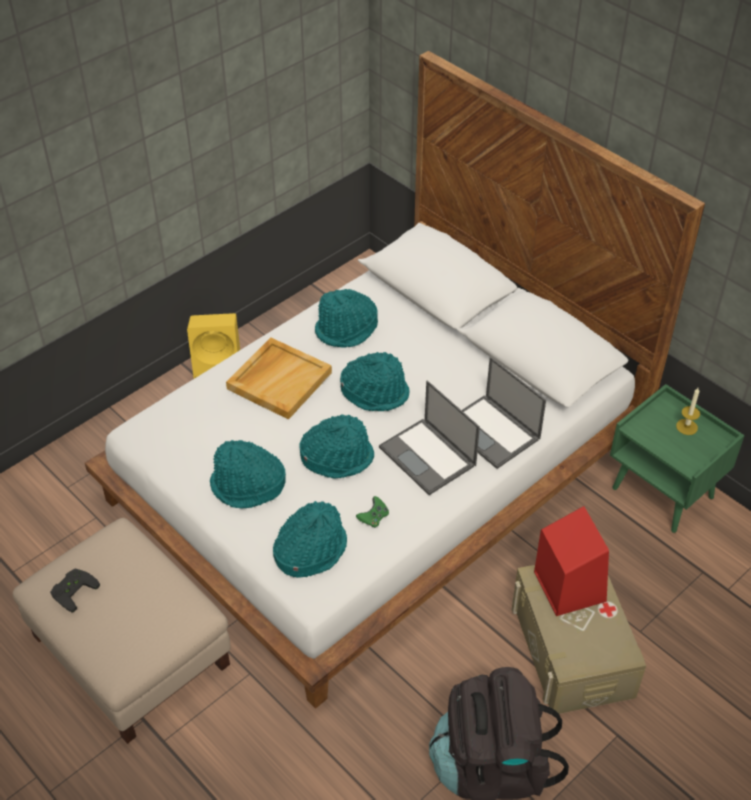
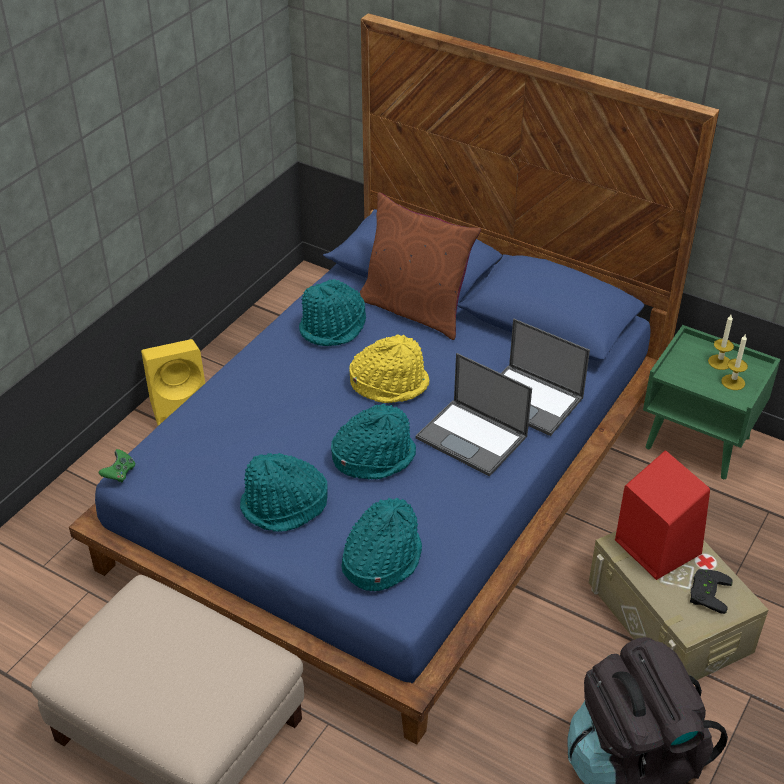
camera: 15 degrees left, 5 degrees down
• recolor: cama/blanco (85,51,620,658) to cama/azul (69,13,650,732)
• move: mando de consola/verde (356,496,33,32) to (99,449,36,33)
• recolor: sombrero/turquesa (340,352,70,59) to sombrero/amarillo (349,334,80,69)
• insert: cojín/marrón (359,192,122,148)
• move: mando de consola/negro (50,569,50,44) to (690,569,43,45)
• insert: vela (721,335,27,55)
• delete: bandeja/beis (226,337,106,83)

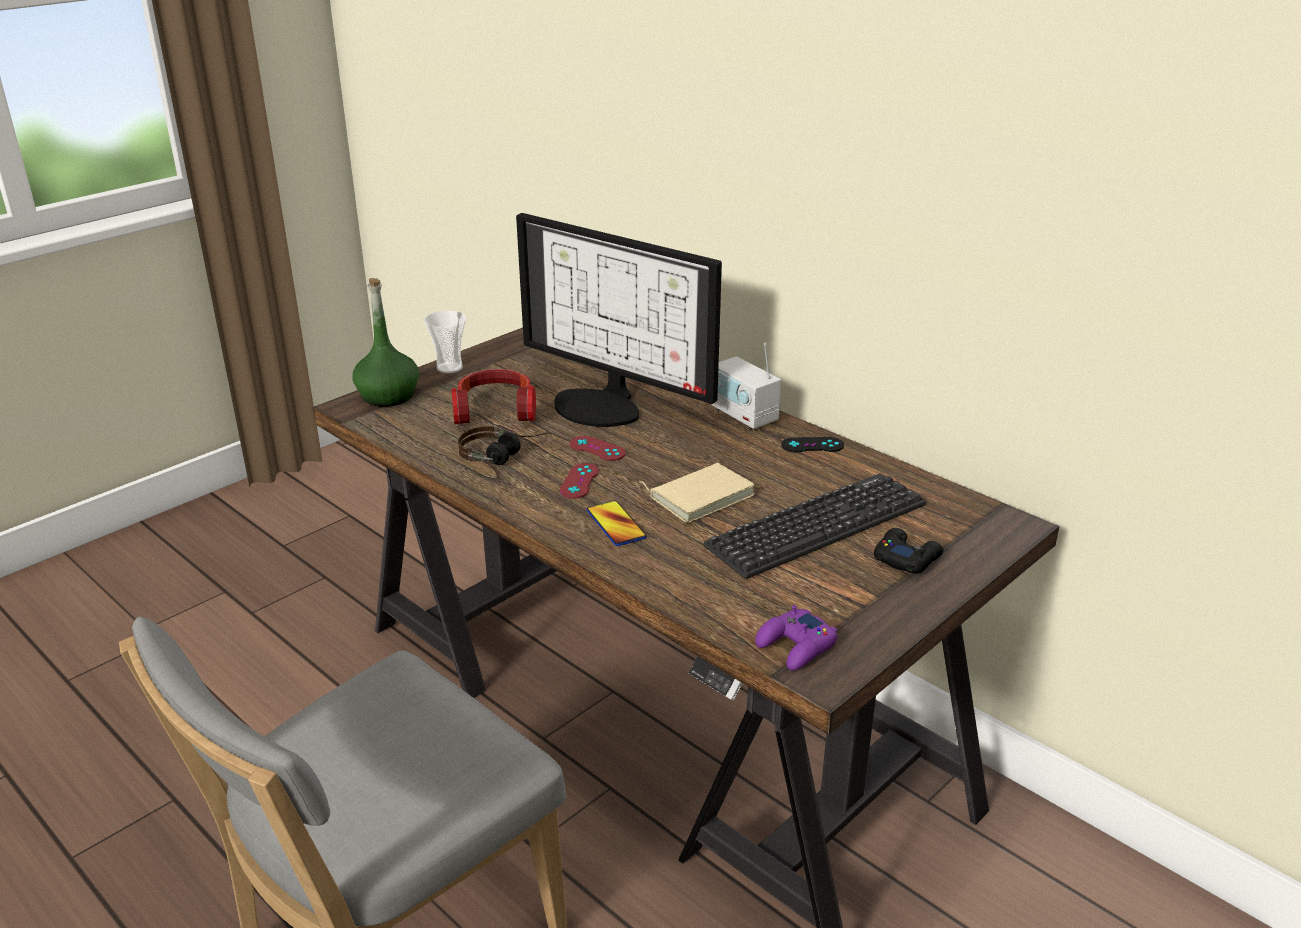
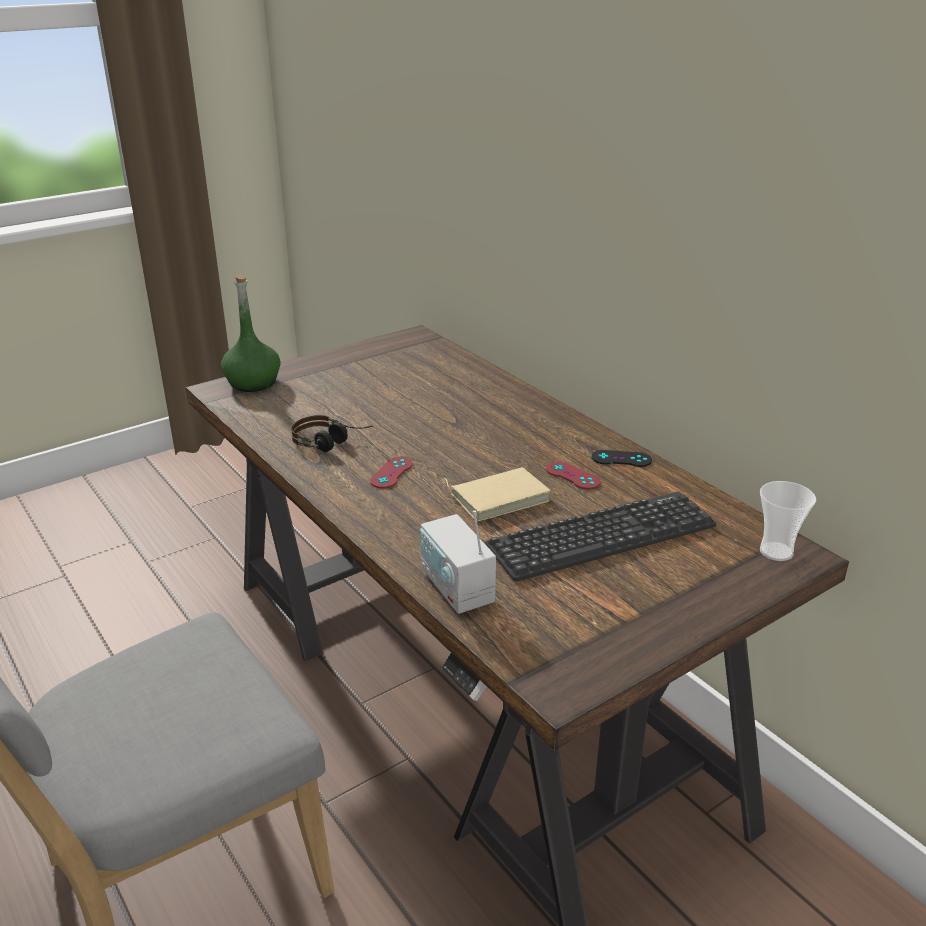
camera: 10 degrees right, 0 degrees up
• move: radio (711,343,70,86) to (420,510,76,104)
• move: mando de consola/rojo (570,436,56,25) to (546,462,55,28)
• move: taza (424,310,42,63) to (760,481,56,80)
• delete: auriculares (451,369,85,55)
• delete: monitor (516,213,206,214)
• delete: móvil (587,500,60,46)
• delete: mando de consola/morado (755,605,82,66)
• delete: mando de consola/negro (874,528,69,46)

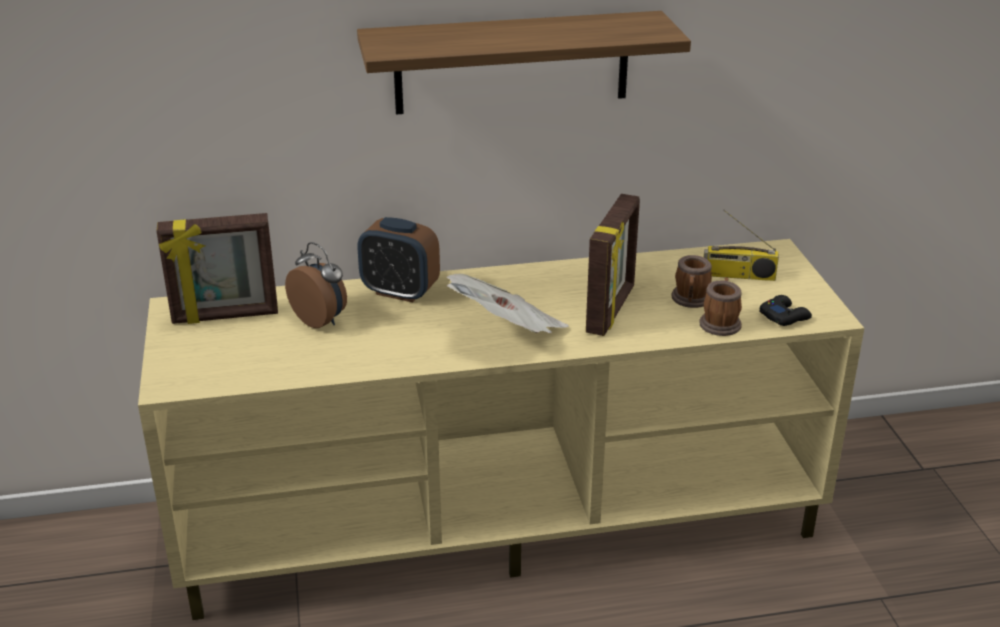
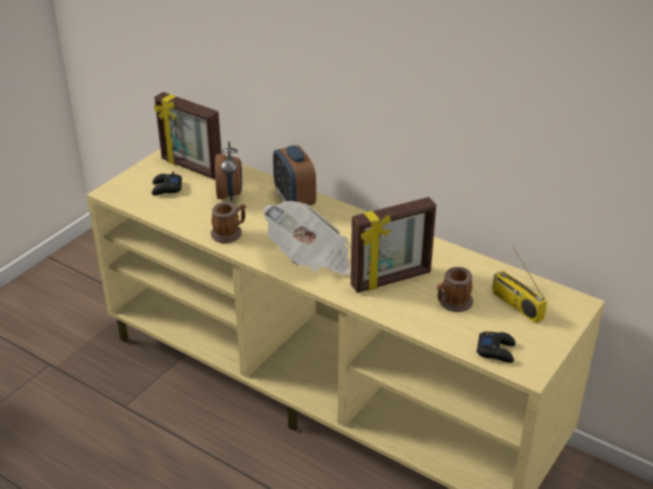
camera: 45 degrees right, 5 degrees up
• insert: mando de consola/negro (152,172,30,23)
• move: taza grande (699,278,43,58) to (211,201,35,42)
• delete: estante (357,11,334,104)

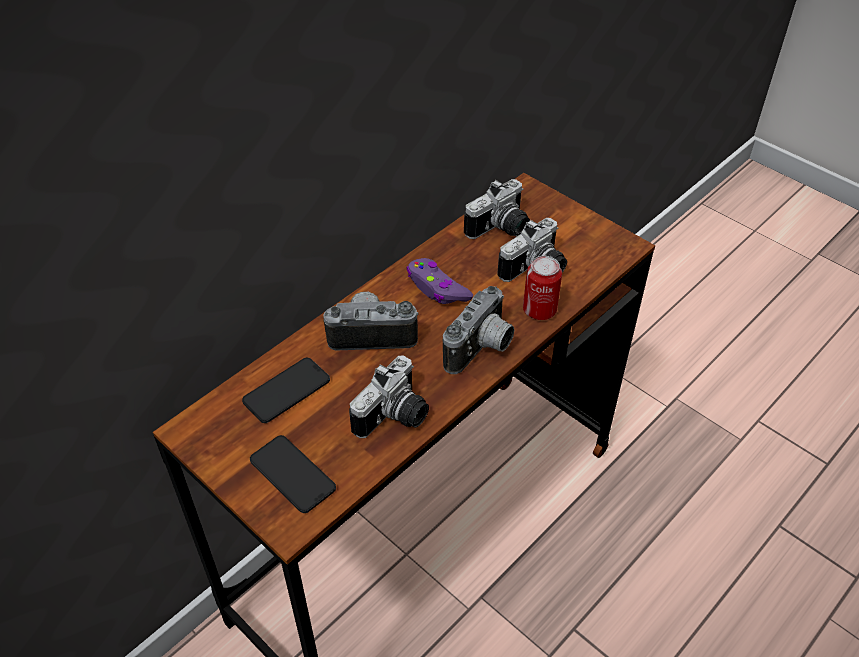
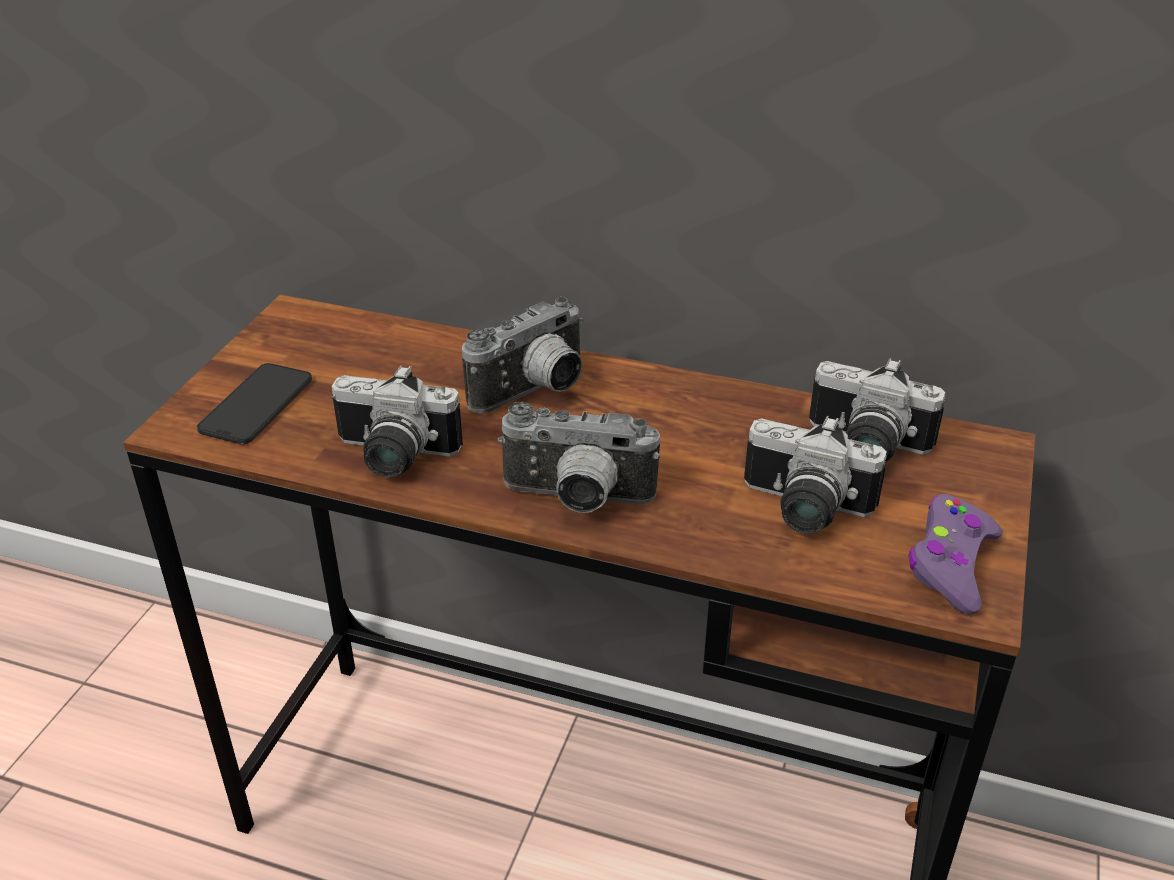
camera: 65 degrees right, 10 degrees down
• rotate: cámara (323,292,96,59) = (462,297,122,117) 75 degrees clockwise
• move: mando de consola/morado (406,258,67,46) to (908,494,95,121)
• delete: móvil (242,358,88,65)
• delete: lata (523,256,39,64)

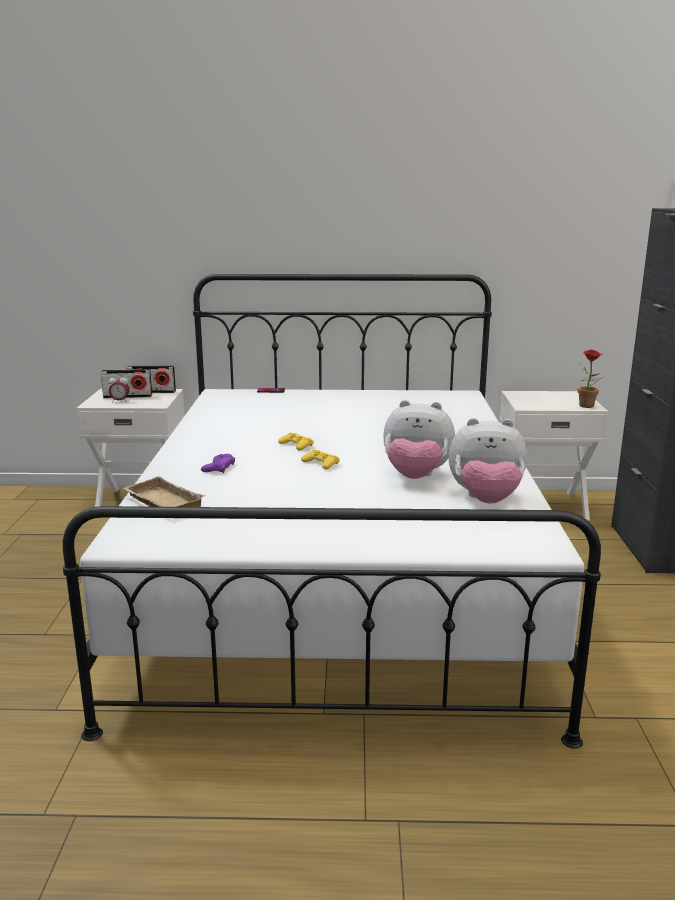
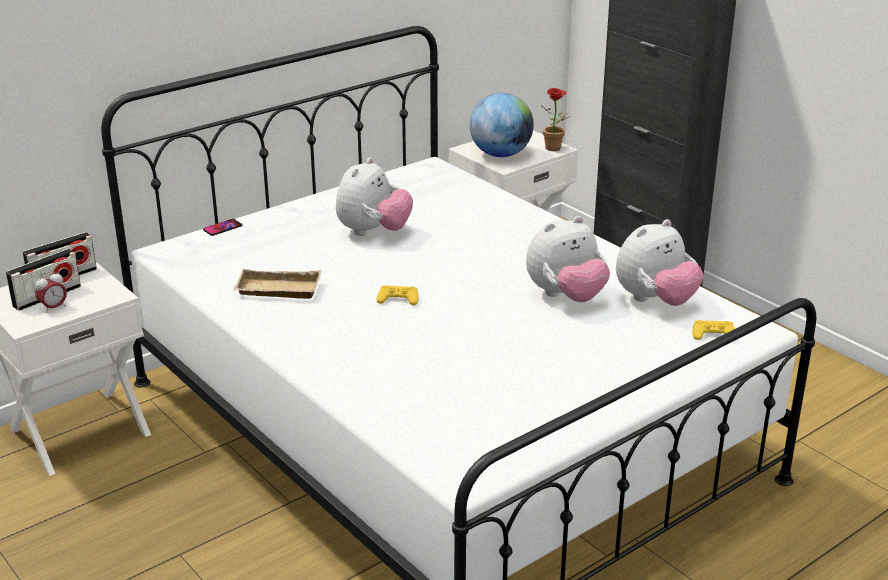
camera: 40 degrees left, 10 degrees up
• move: bandeja/beis (122,476,84,31) to (233,269,88,30)
• insert: peluche (336,157,77,79)
• insert: globo terráqueo (470,93,64,64)
• move: mando de consola/amarillo (301,450,39,19) to (693,320,42,20)
• delete: mando de consola/morado (201,454,34,19)

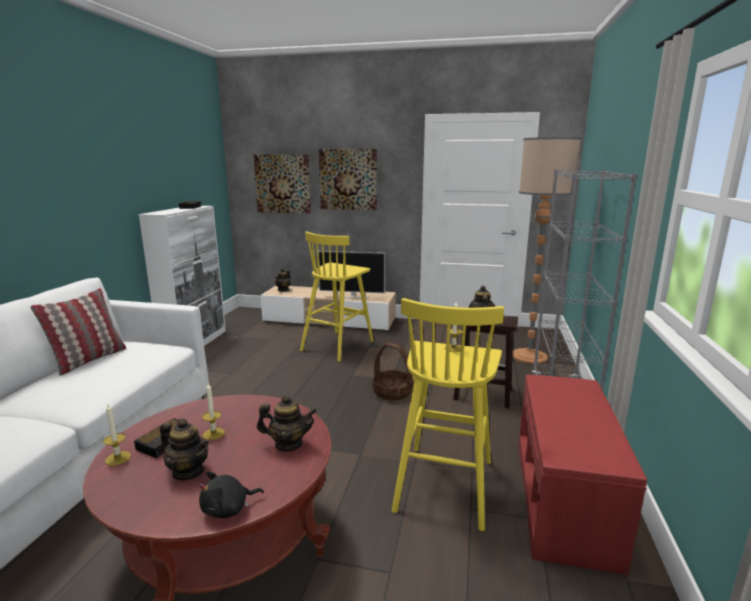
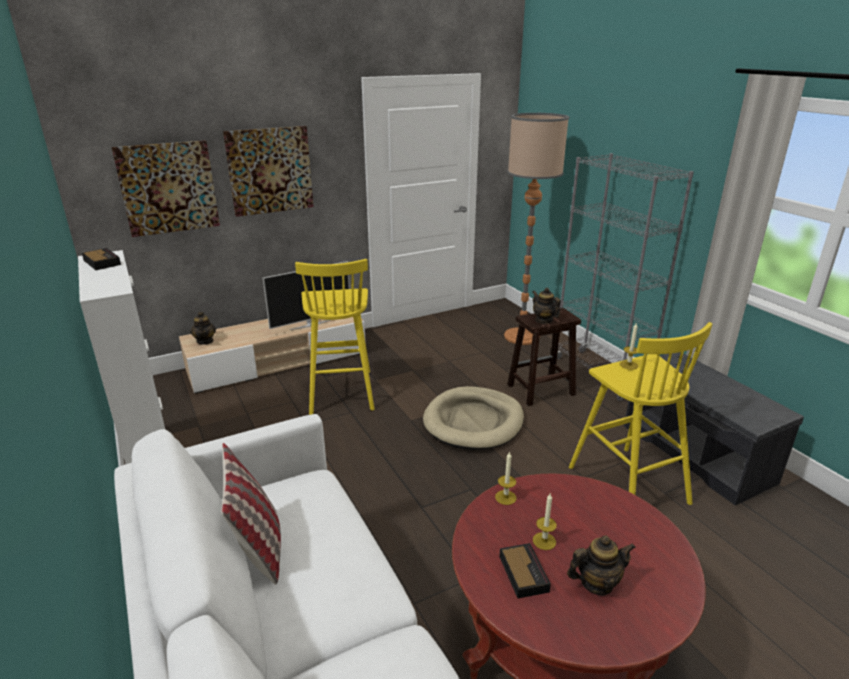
camera: 40 degrees left, 10 degrees up
• replace: cesta (373,342,40,59) to cama para perro/beis (423,386,101,64)
• move: vela (103,404,28,62) to (495,451,21,54)
• recolor: banco/rojo (518,375,129,200) to banco/gris (624,352,180,153)
• delete: peluche/negro (199,471,65,47)
• delete: tetera (257,395,60,57)

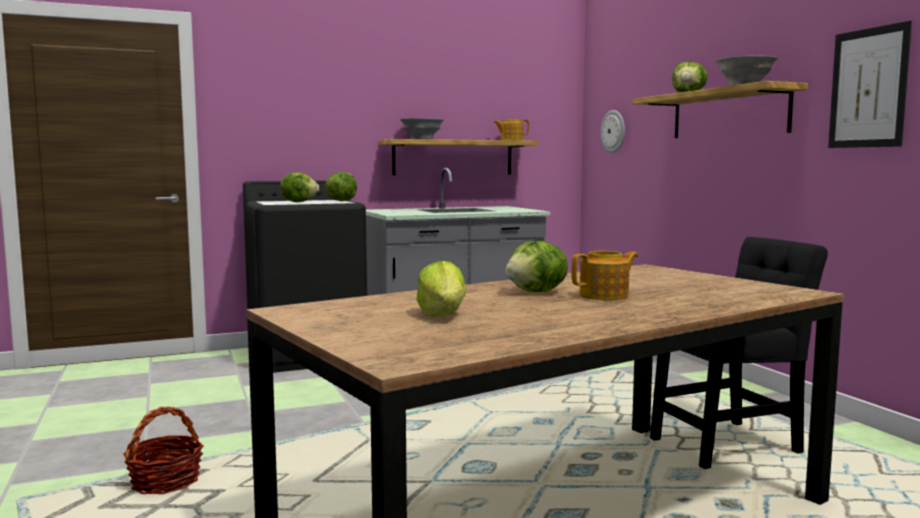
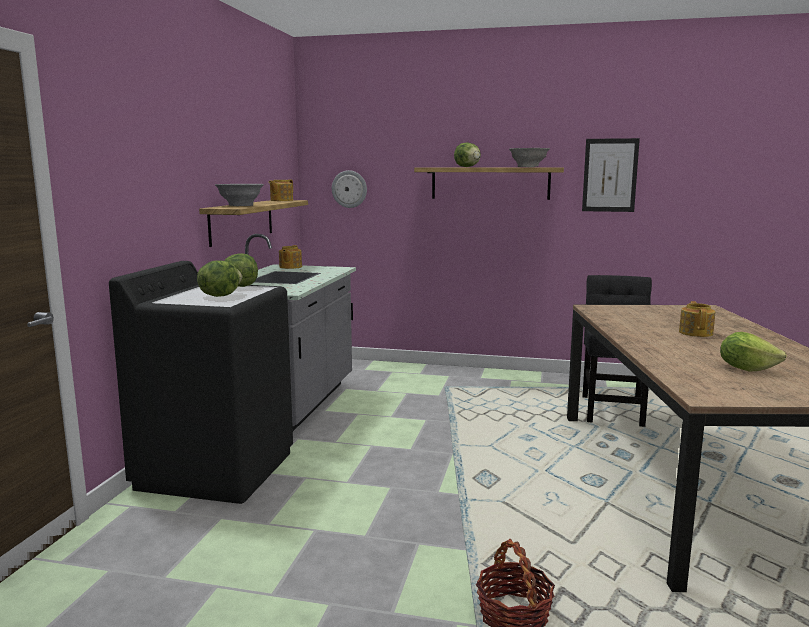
camera: 55 degrees left, 5 degrees up
• insert: tetera (279,245,23,24)
• delete: lechuga (505,241,63,51)

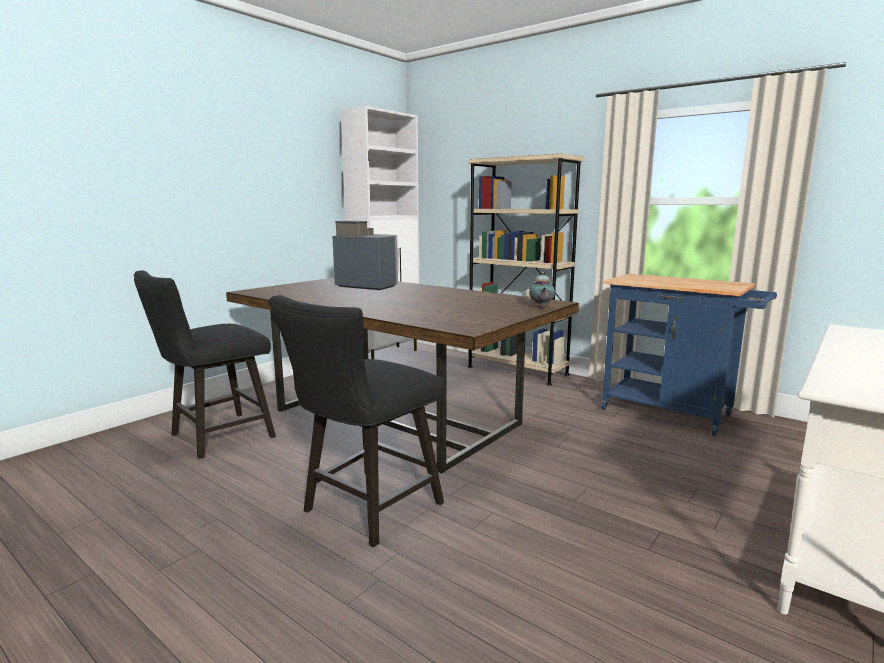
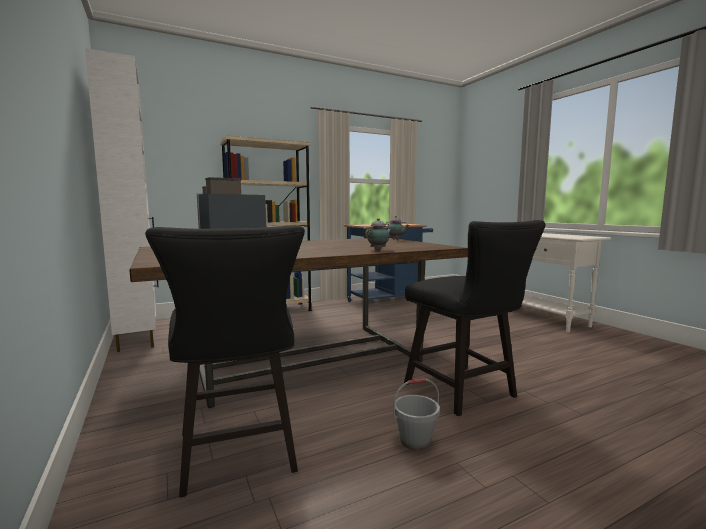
camera: 65 degrees left, 5 degrees down
• insert: tetera (365,218,26,32)
• insert: cubo/gris (393,378,47,72)

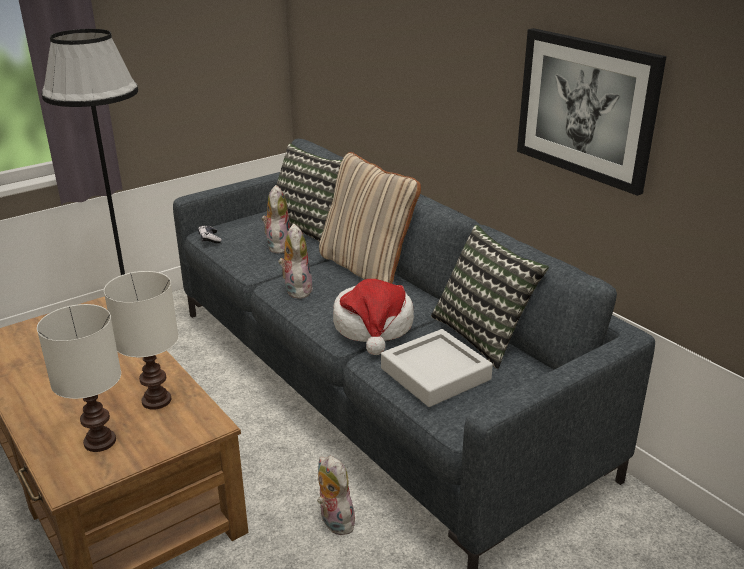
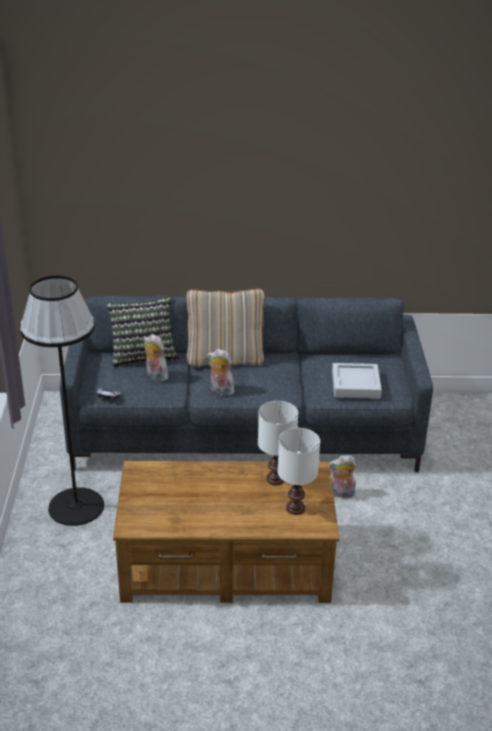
camera: 55 degrees left, 5 degrees up
• delete: sombrero (333,279,81,76)
• delete: cojín (431,225,118,144)
• delete: cuadro (517,28,150,168)

